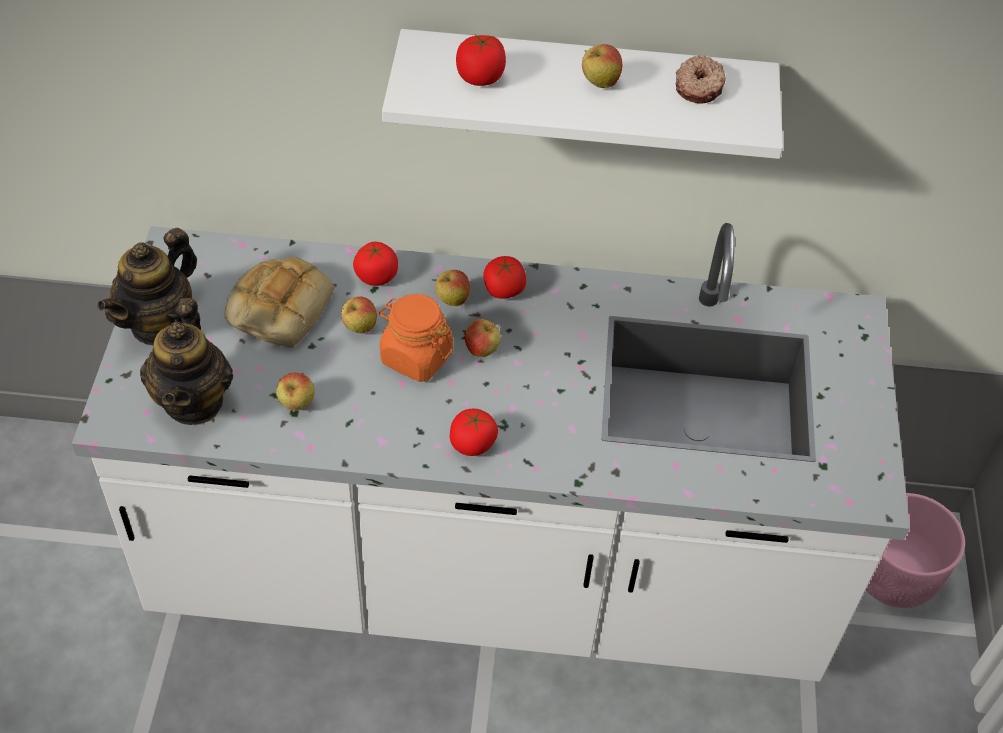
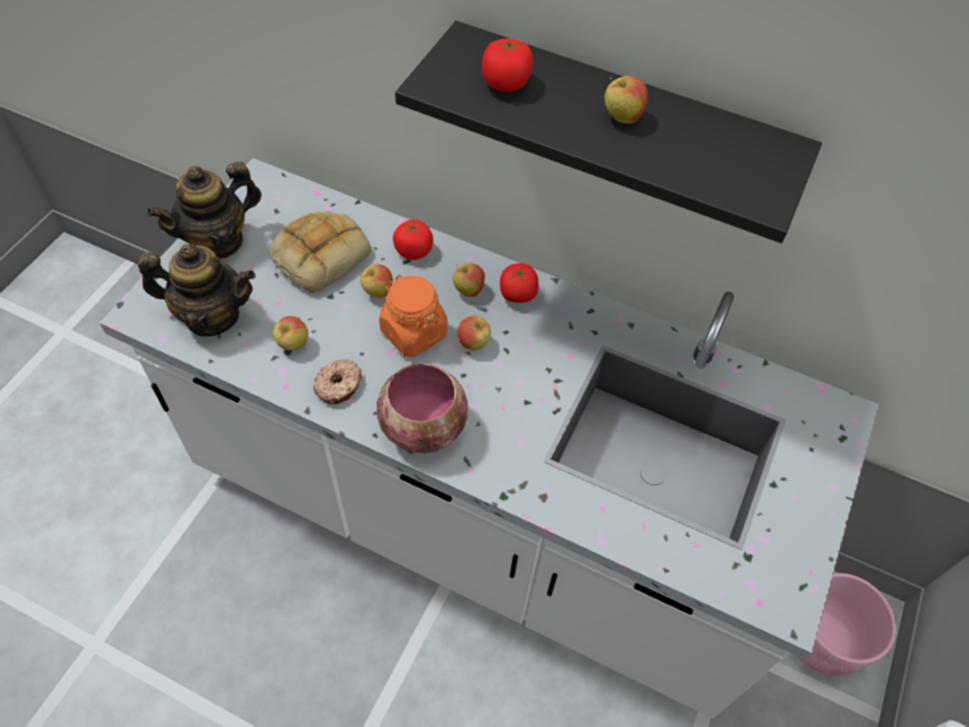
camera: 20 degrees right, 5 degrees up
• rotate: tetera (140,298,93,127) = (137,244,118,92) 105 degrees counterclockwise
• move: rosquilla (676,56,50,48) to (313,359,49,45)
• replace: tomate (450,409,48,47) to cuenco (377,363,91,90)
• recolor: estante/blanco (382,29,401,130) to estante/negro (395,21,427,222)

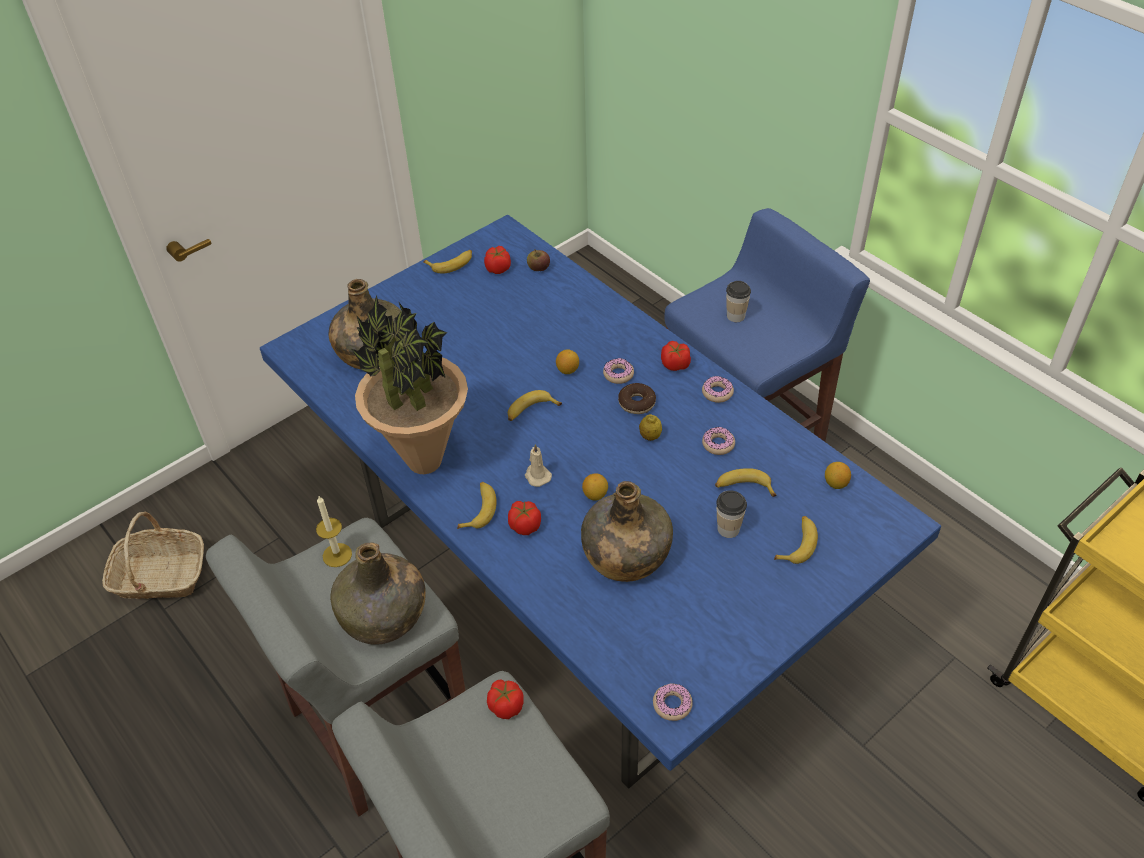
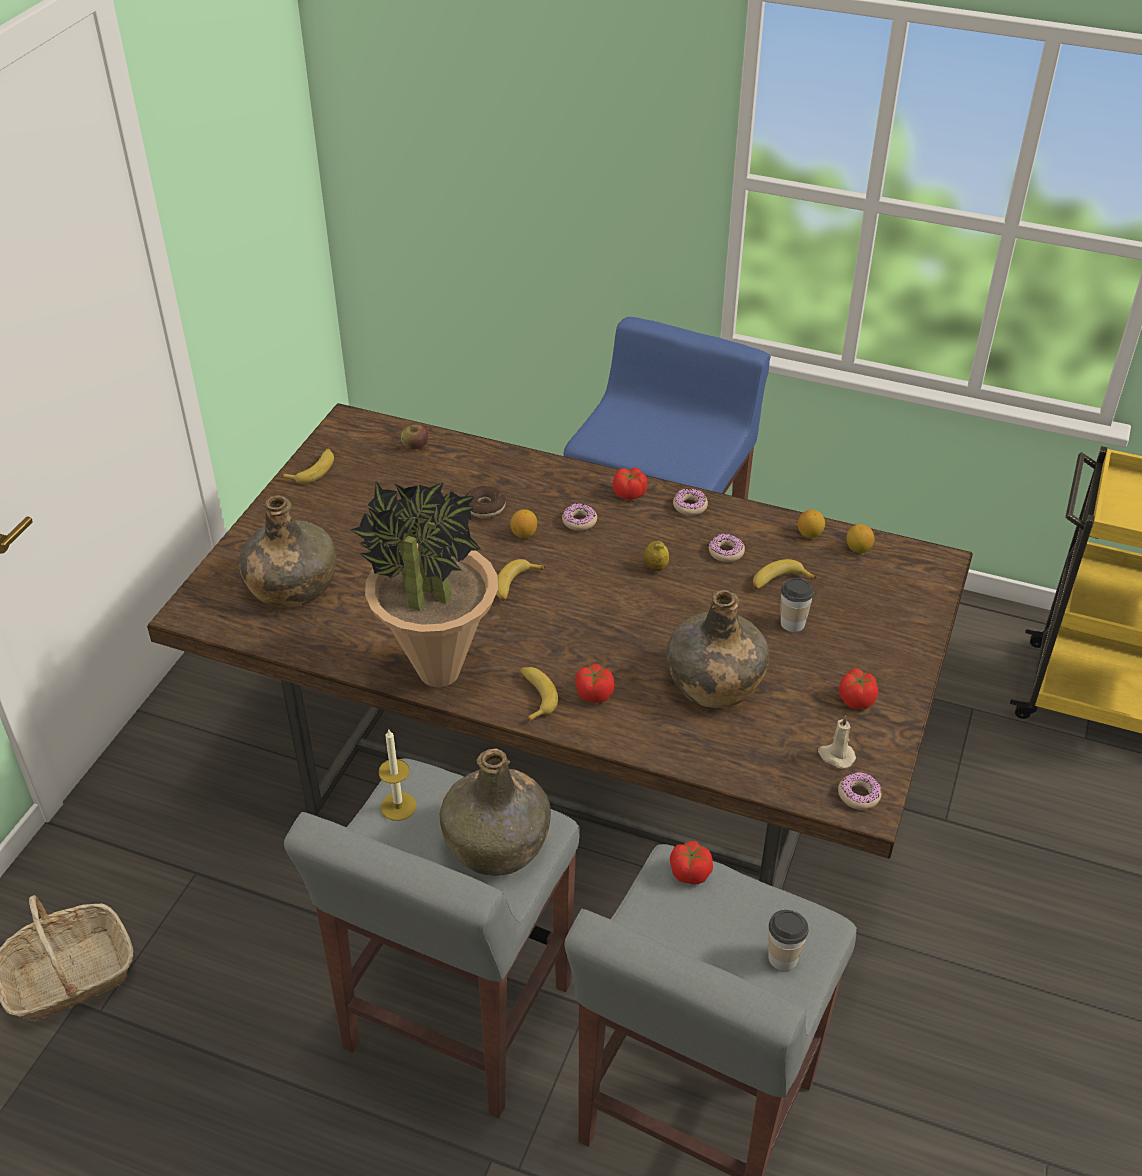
camera: 30 degrees left, 5 degrees down
• recolor: mesa de comedor/azul (260,215,681,573) to mesa de comedor/marrón (147,403,826,487)
• move: rosquilla (618,383,38,31) to (466,486,40,32)
• move: taza (726,281,25,41) to (768,910,40,61)
• move: limón (582,473,26,28) to (798,510,27,28)
• move: vela/beis (525,444,27,43) to (818,715,38,54)
• move: tomate (484,246,27,28) to (839,668,39,41)
• delete: plátano (774,516,44,48)

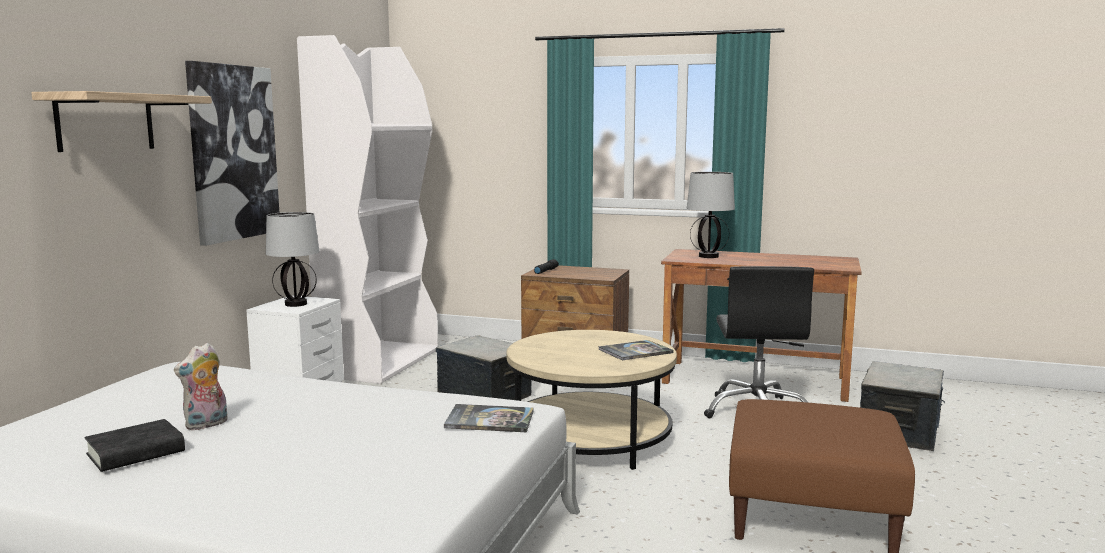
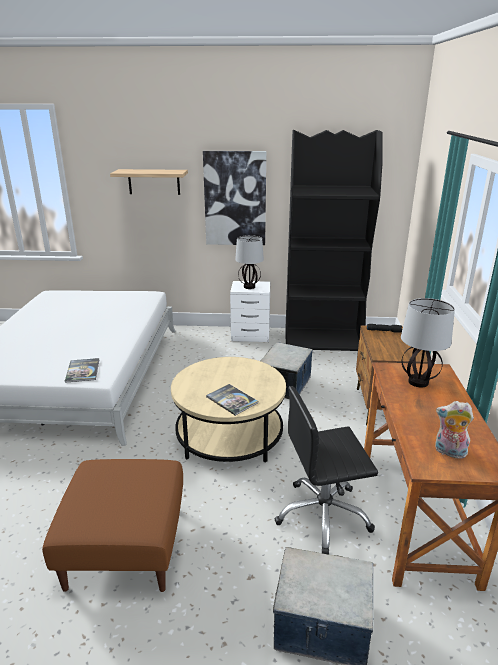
camera: 75 degrees right, 15 degrees up
• recolor: estantería/blanco (297,35,141,349) to estantería/negro (285,130,98,221)
• move: peluche (174,343,54,87) to (435,401,39,58)
• delete: libro/negro (84,419,101,53)

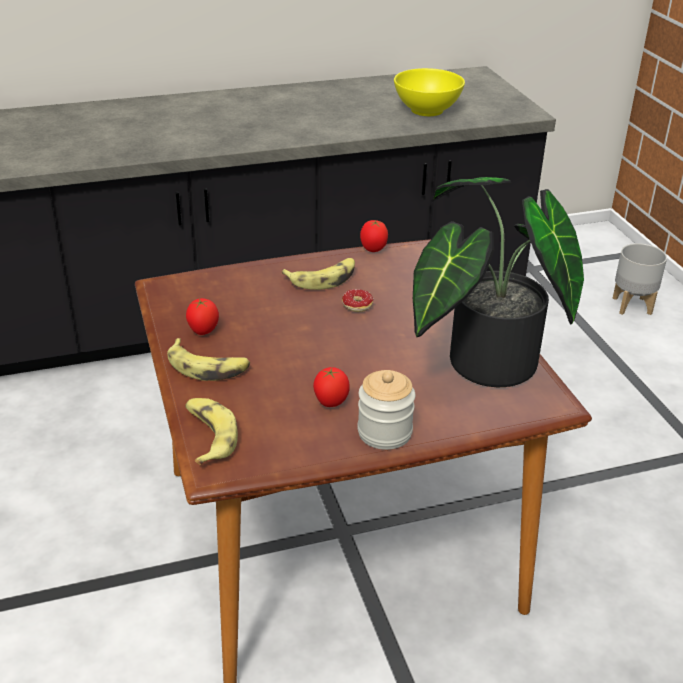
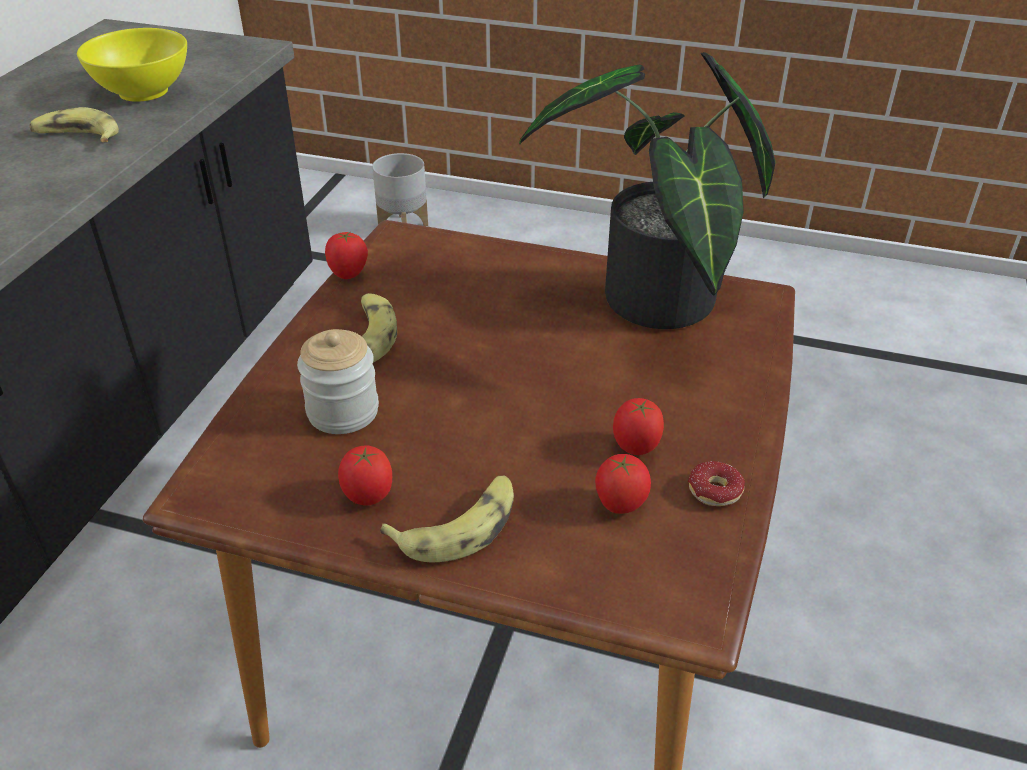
camera: 55 degrees left, 5 degrees up
• move: plátano (185,398,53,67) to (30,107,89,35)
• move: tarro (357,370,58,80) to (297,329,82,105)
• insert: tomate (595,454,56,60)
• move: rosquilla (342,289,32,23) to (688,461,57,45)

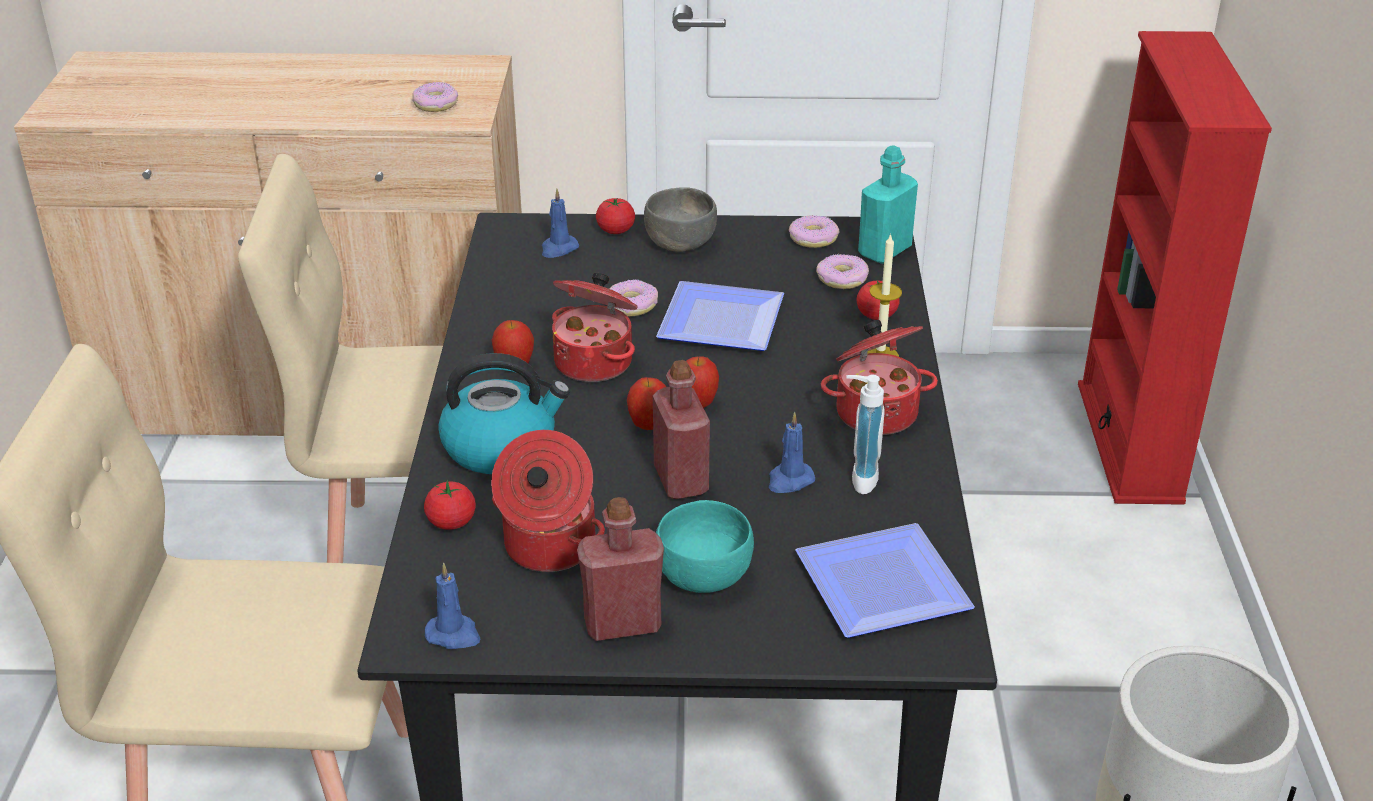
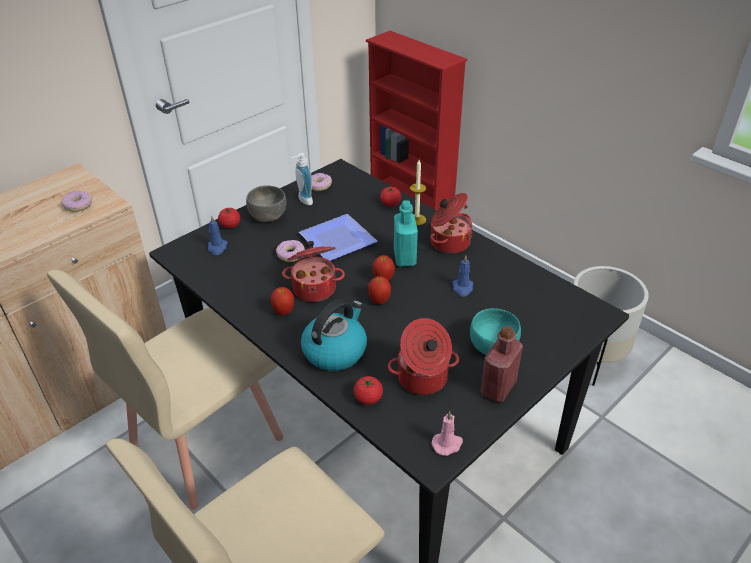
camera: 45 degrees left, 5 degrees up
• move: dispensador de jabón (846,375,39,119) to (291,153,22,52)
• move: botella/turquesa (858,145,60,119) to (394,200,24,67)
• recolor: vela/azul (425,563,56,86) to vela/rosa (431,411,32,45)
• delete: botella/rojo (653,360,57,139)
• delete: plato (796,523,179,115)
• delete: rosquilla (816,254,53,35)

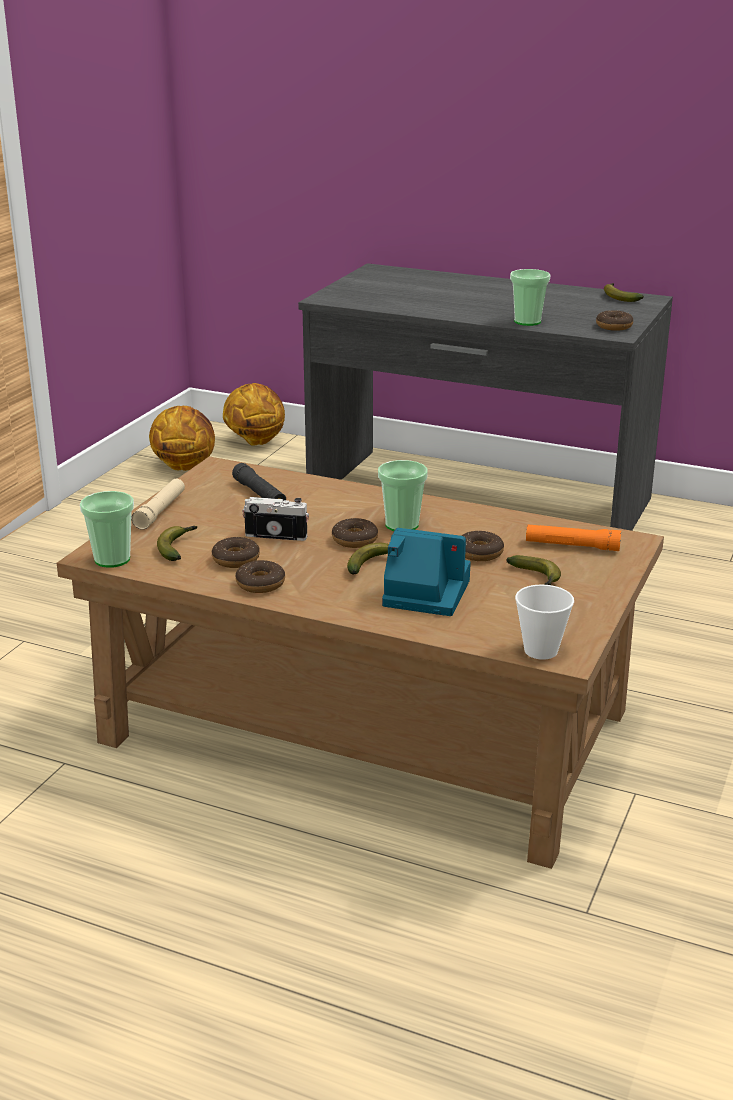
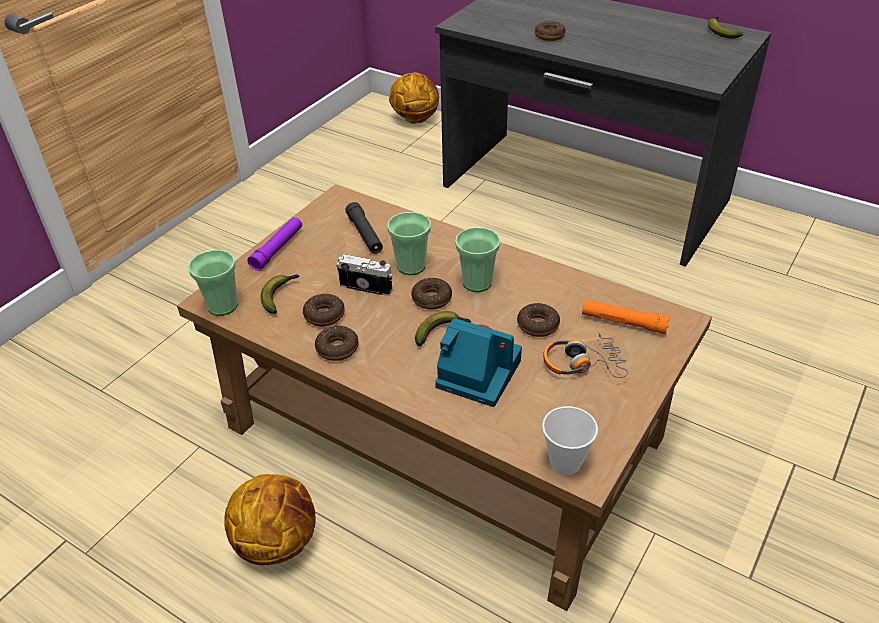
camera: 10 degrees right, 15 degrees up
• move: balón de baloncesto (149,406,66,65) to (224,474,92,91)
• recolor: linterna/beis (131,479,54,50) to linterna/morado (247,217,55,54)
• move: taza (510,269,41,57) to (387,212,44,63)
• move: rosquilla (596,310,37,21) to (535,21,31,20)
• replace: plátano (506,555,55,30) to auriculares (543,331,85,47)

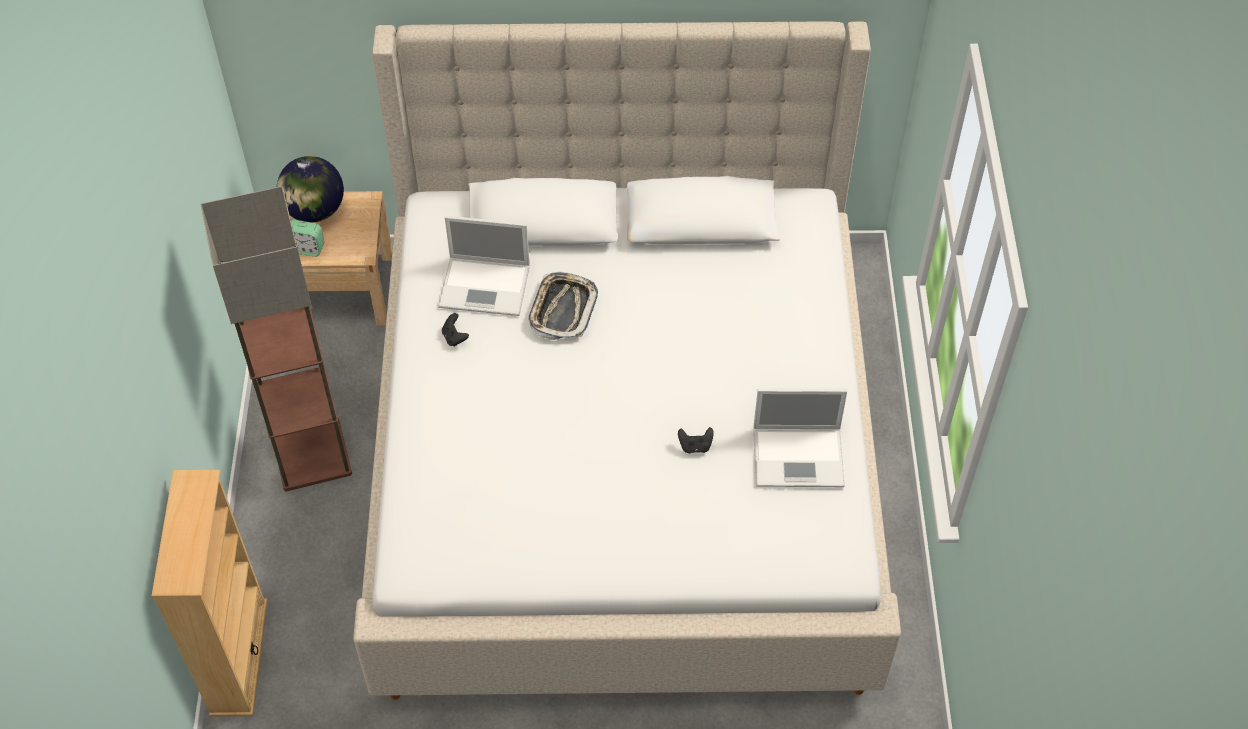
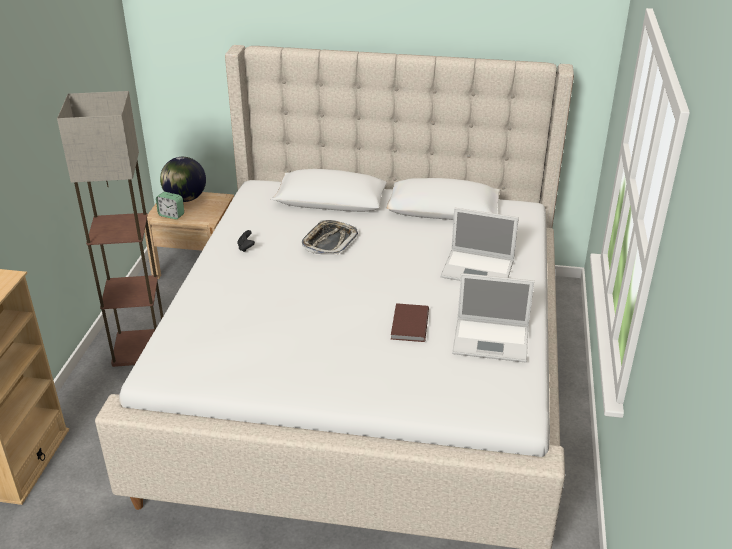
camera: 10 degrees right, 20 degrees down
• replace: mando de consola/negro (678,427,36,26) to libro/marrón (391,303,38,39)
• move: portátil (438,216,92,100) to (440,208,79,73)

